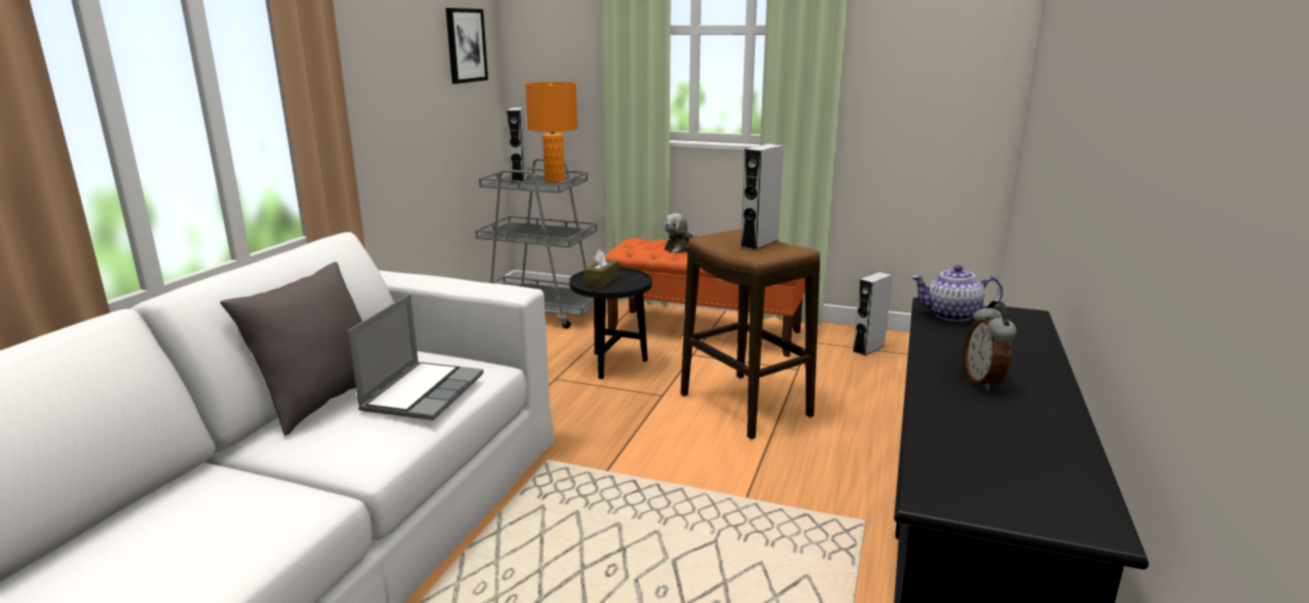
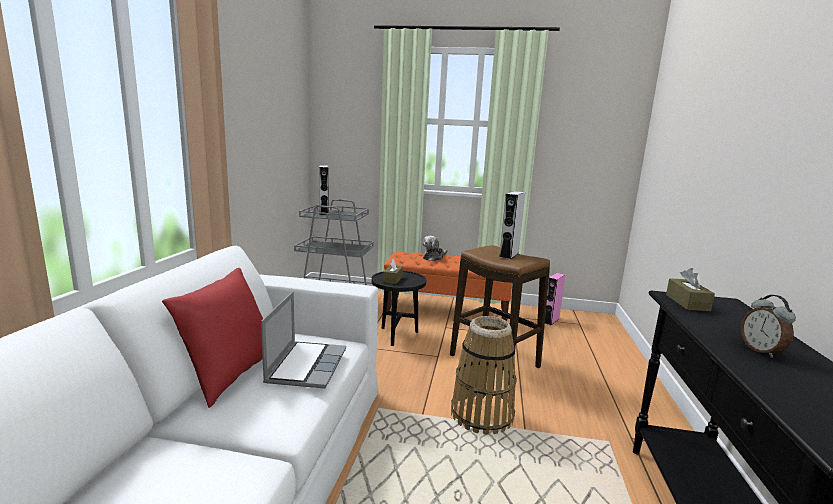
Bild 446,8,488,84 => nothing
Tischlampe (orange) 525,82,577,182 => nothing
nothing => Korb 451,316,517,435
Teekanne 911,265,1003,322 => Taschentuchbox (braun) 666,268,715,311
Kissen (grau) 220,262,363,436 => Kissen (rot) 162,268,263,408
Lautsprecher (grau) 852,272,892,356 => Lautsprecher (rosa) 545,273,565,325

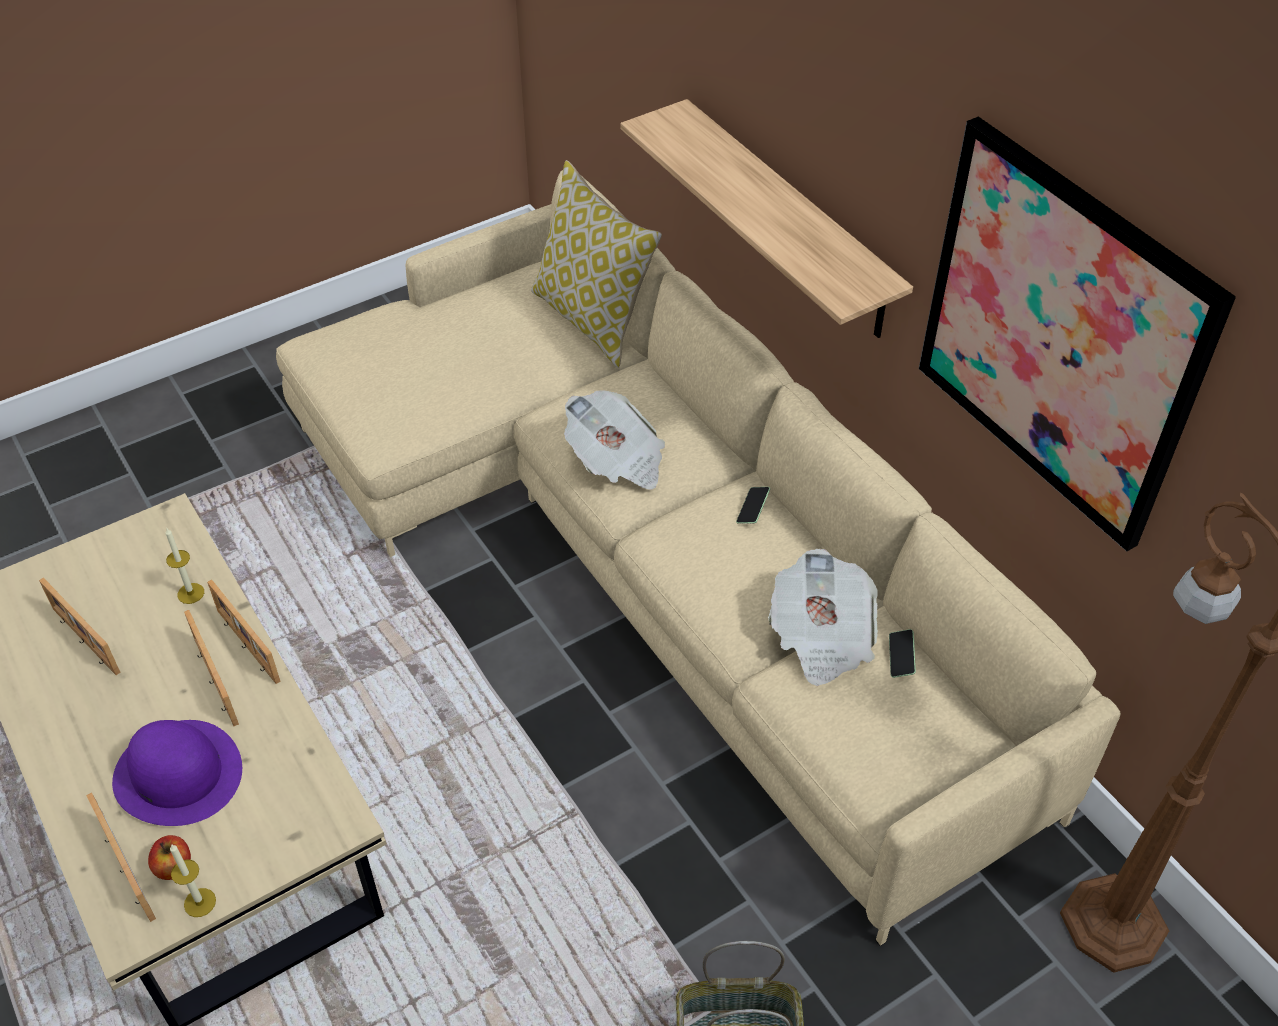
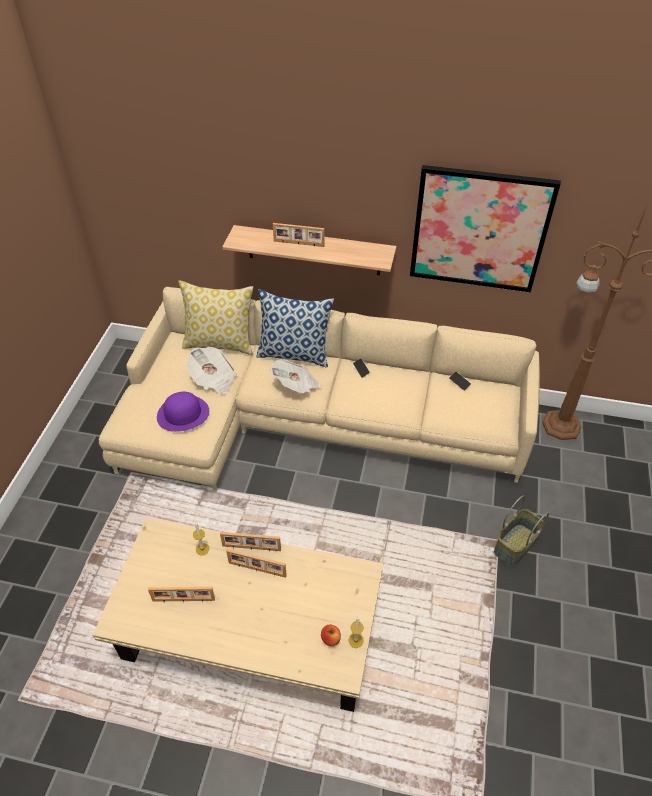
nothing => Kissen 256,289,334,368
Bilderrahmen 86,793,156,922 => Bilderrahmen 273,223,324,247, relocated
Hut (lila) 112,720,242,826 => Hut (lila) 157,392,209,432, relocated
Zeitung 768,549,878,686 => Zeitung 186,347,237,395, relocated

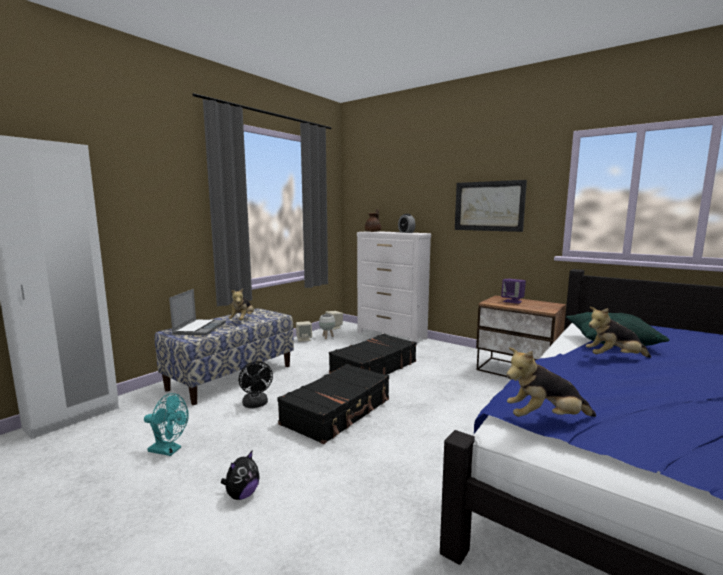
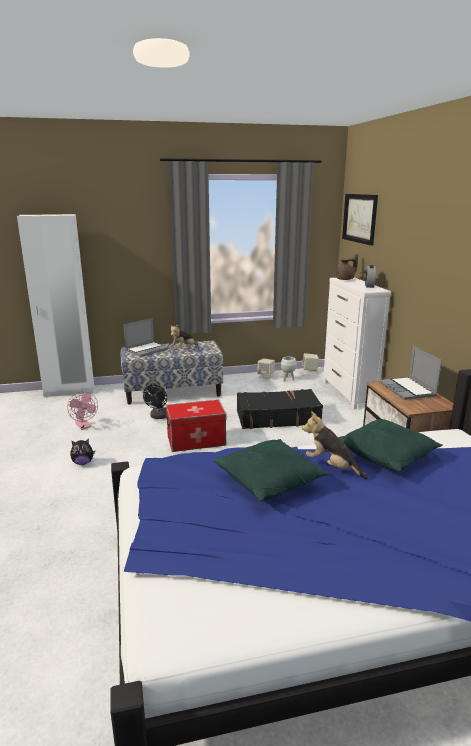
Plüschtier 506,347,596,417 => nothing
nothing => Kissen (grün) 214,439,329,501
Bild 455,180,527,232 => Bild 342,194,378,246, relocated
Koffer (schwarz) 277,364,389,444 => Aufbewahrungsbox 166,400,226,452
Lautsprecher (lila) 501,279,526,304 => Laptop 380,346,442,400
Ventilator (türkis) 144,393,189,456 => Ventilator (rosa) 67,391,98,430

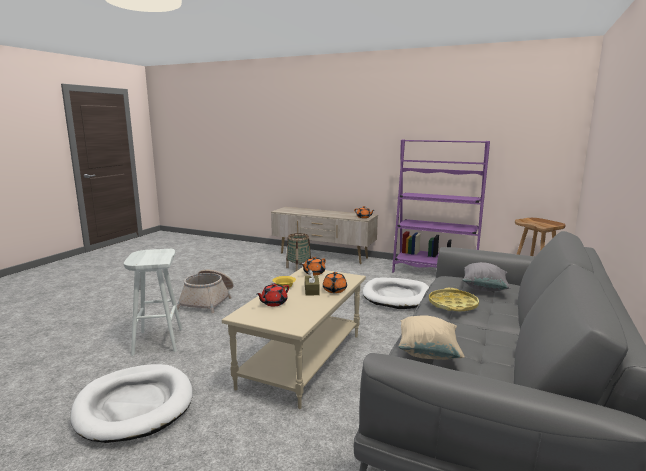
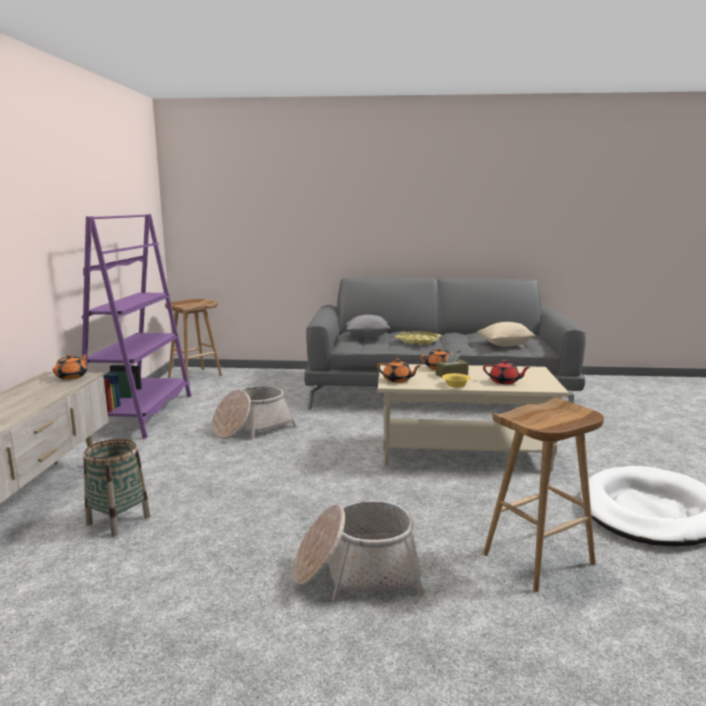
Hundebett (weiß) 363,278,429,309 => Korb 212,386,297,439
Hocker (weiß) 124,249,182,356 => Hocker (braun) 483,398,604,592

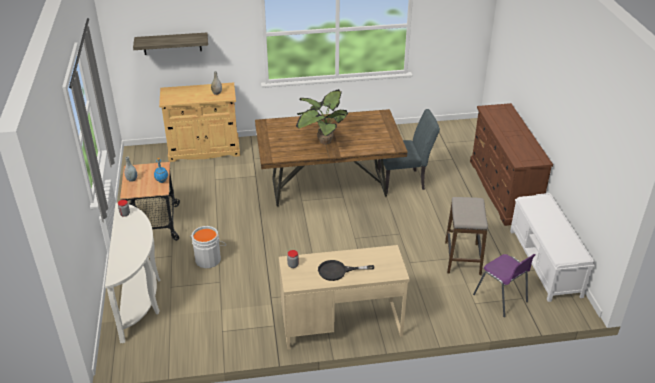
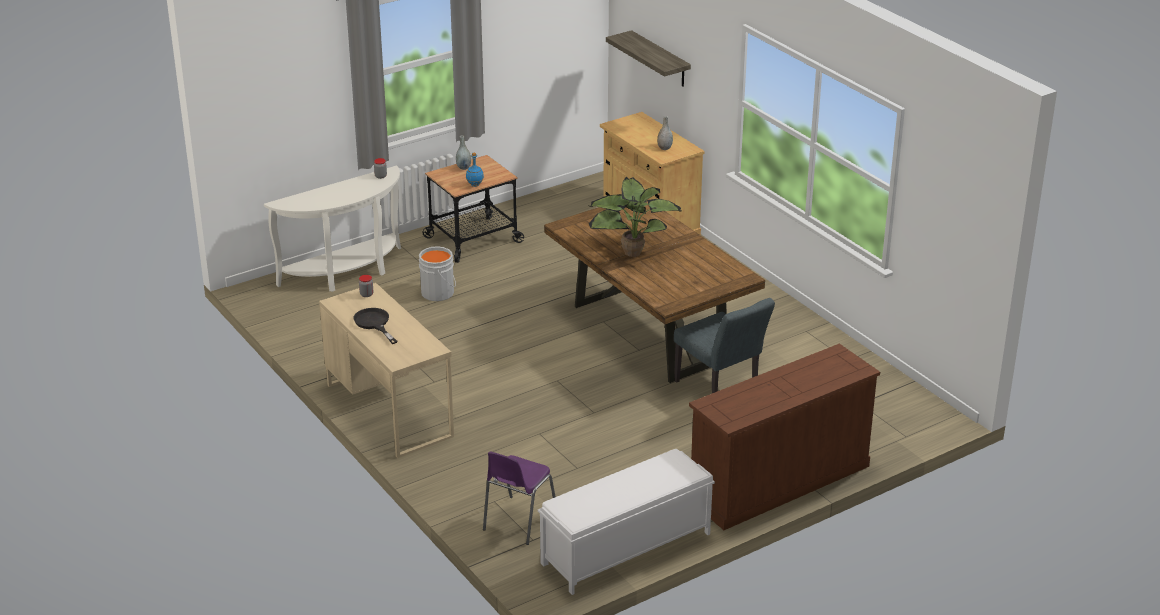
Hocker 445,197,488,275 => nothing

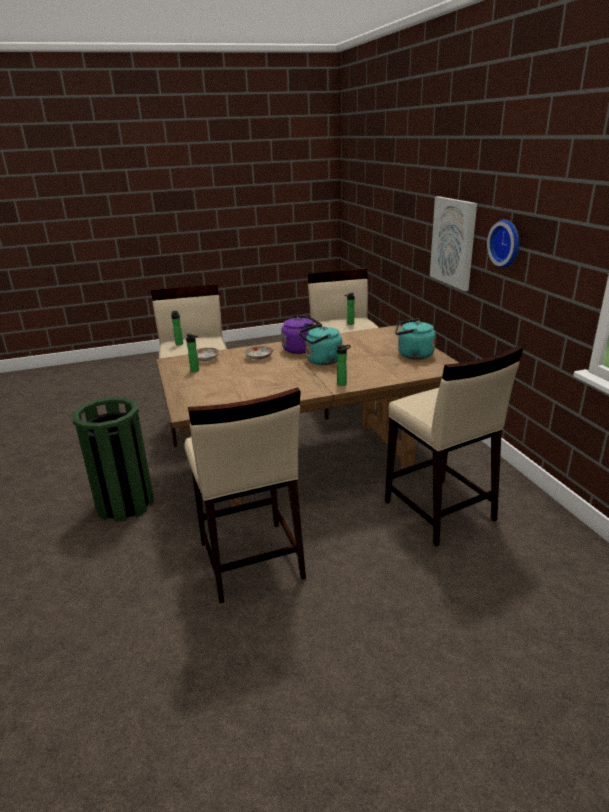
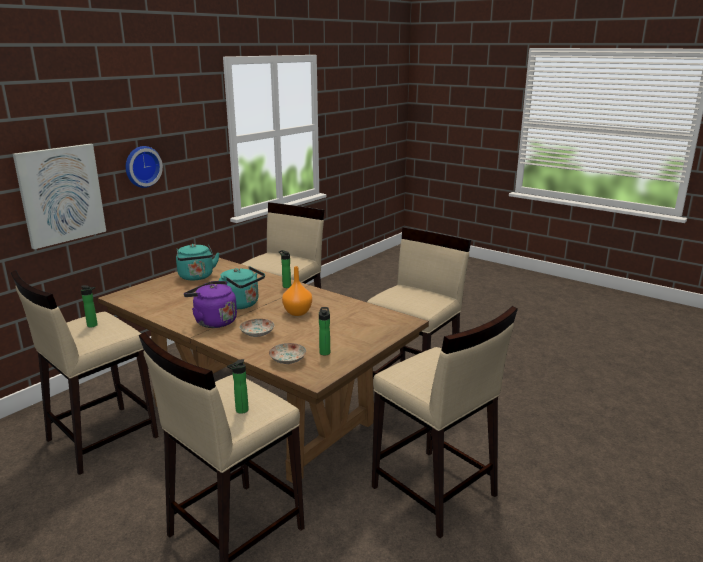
nothing => Vase (orange) 282,266,312,316
Mülleimer (grün) 72,397,154,522 => Hocker (beige) 372,306,518,538

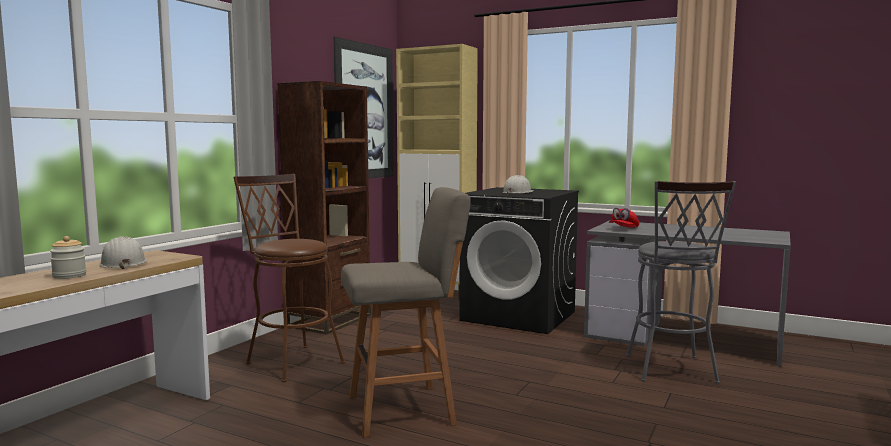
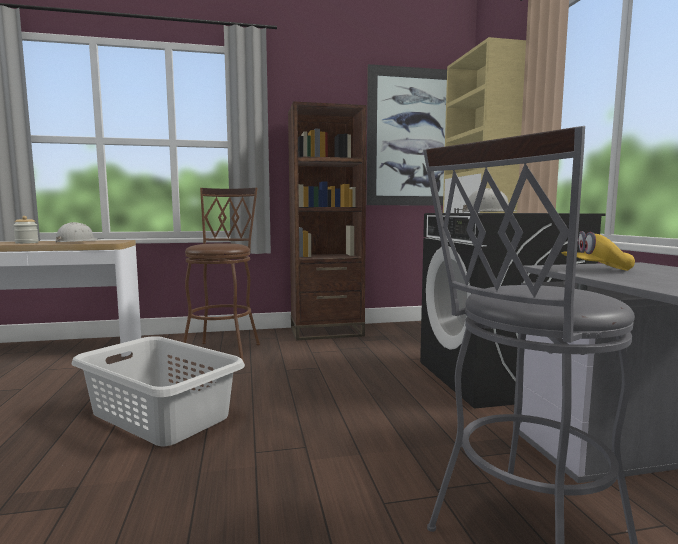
Hocker (grau) 341,187,471,437 => Wäschekorb (grau) 72,336,245,446
Kappe (rot) 609,207,639,228 => Kappe (gelb) 562,231,635,271

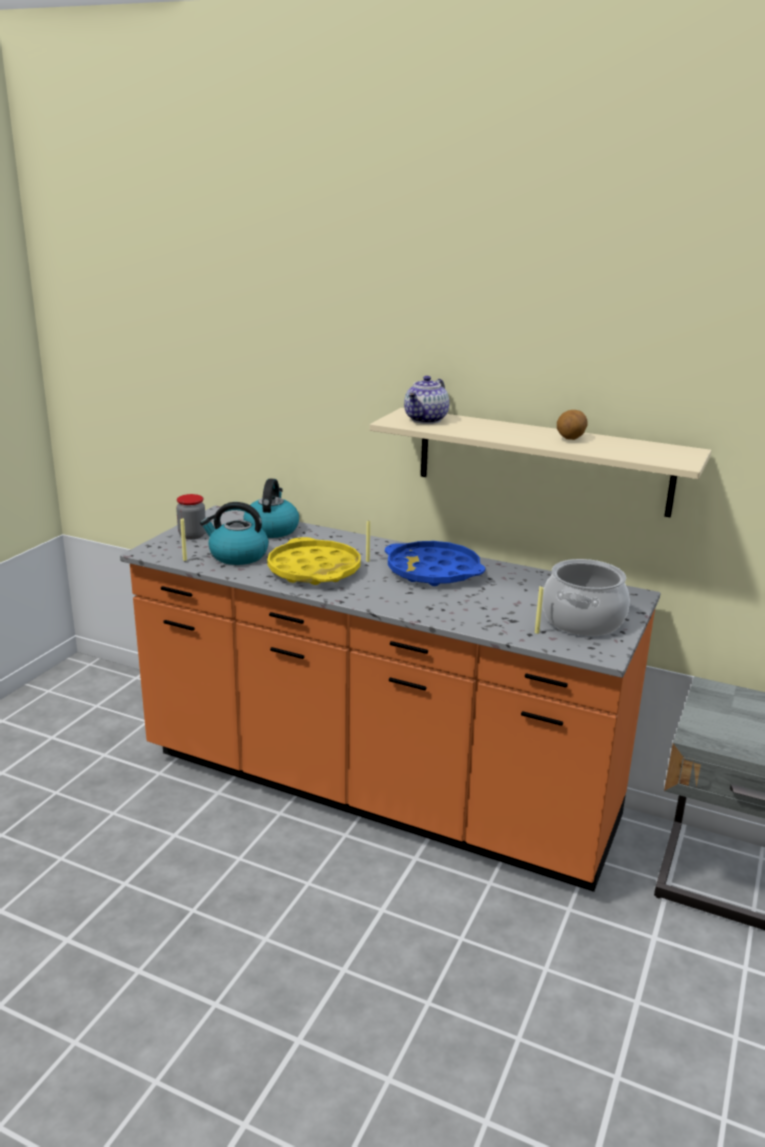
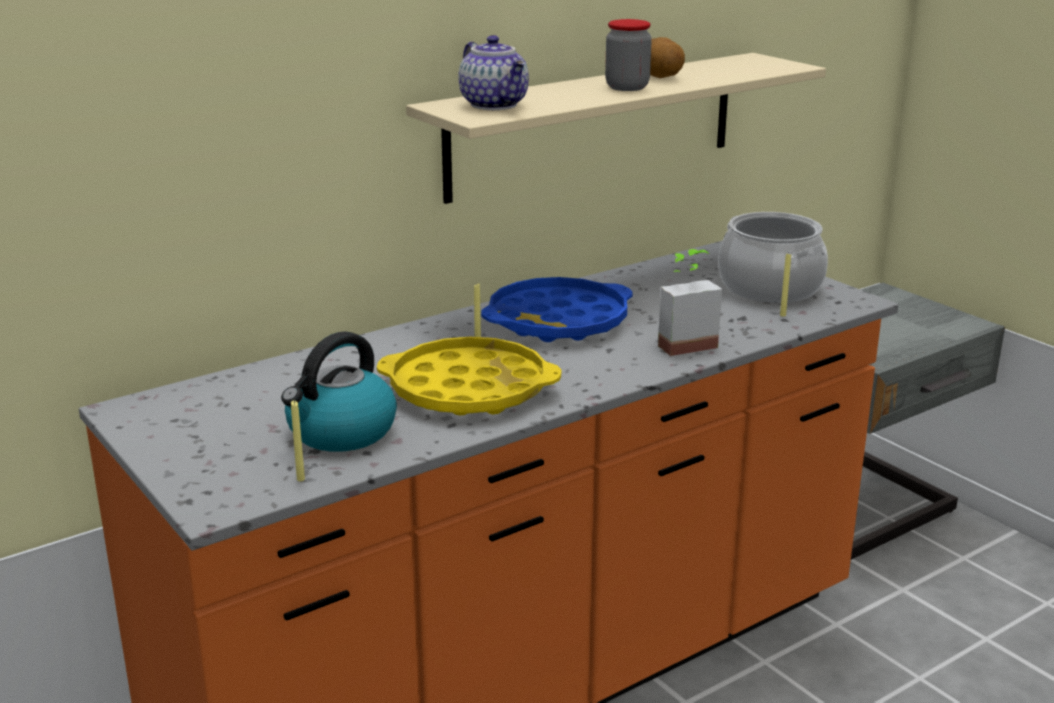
Wasserkessel 243,478,299,538 => nothing
nothing => Topfpflanze 658,249,722,356
Vorratsglas 176,494,206,539 => Vorratsglas 605,19,652,91, relocated

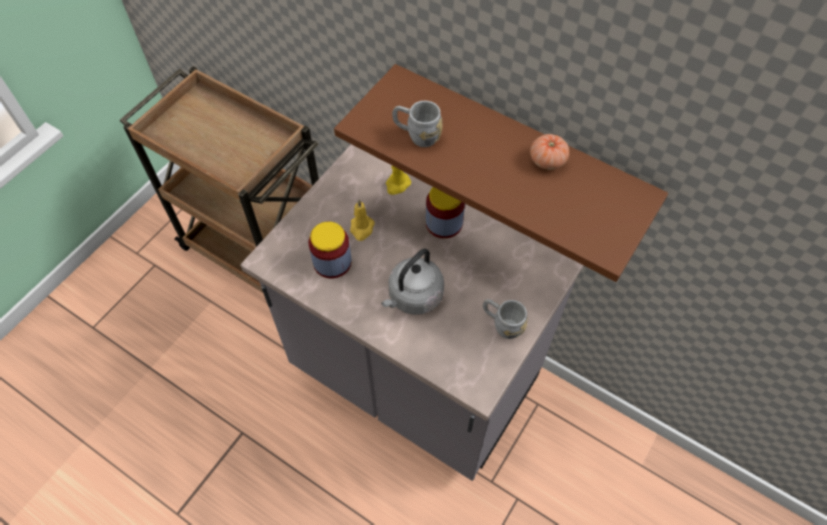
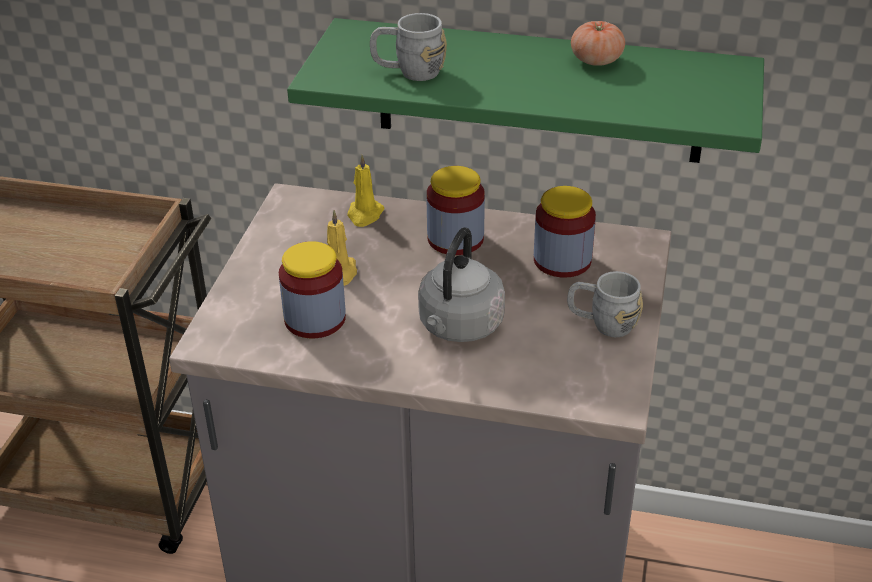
nothing => Vorratsglas 534,186,596,278
Wandregal (braun) 334,64,668,282 => Wandregal (grün) 287,18,764,163

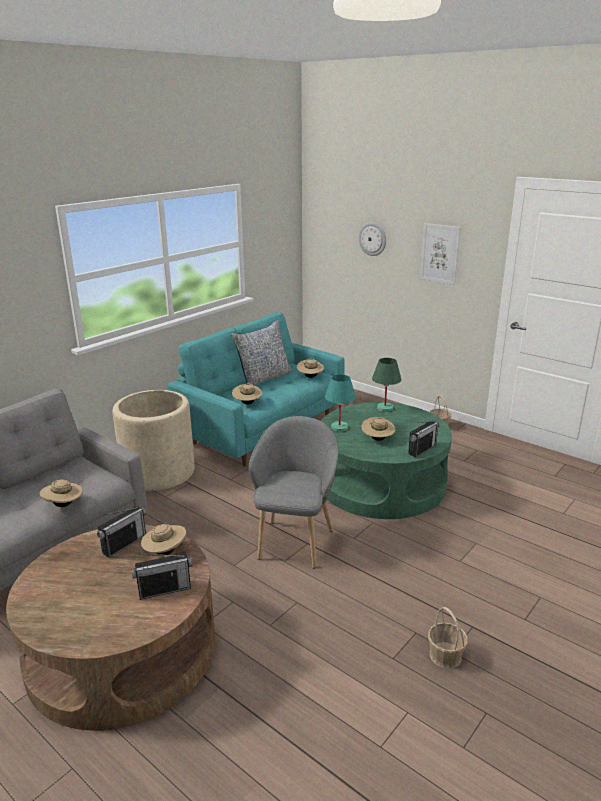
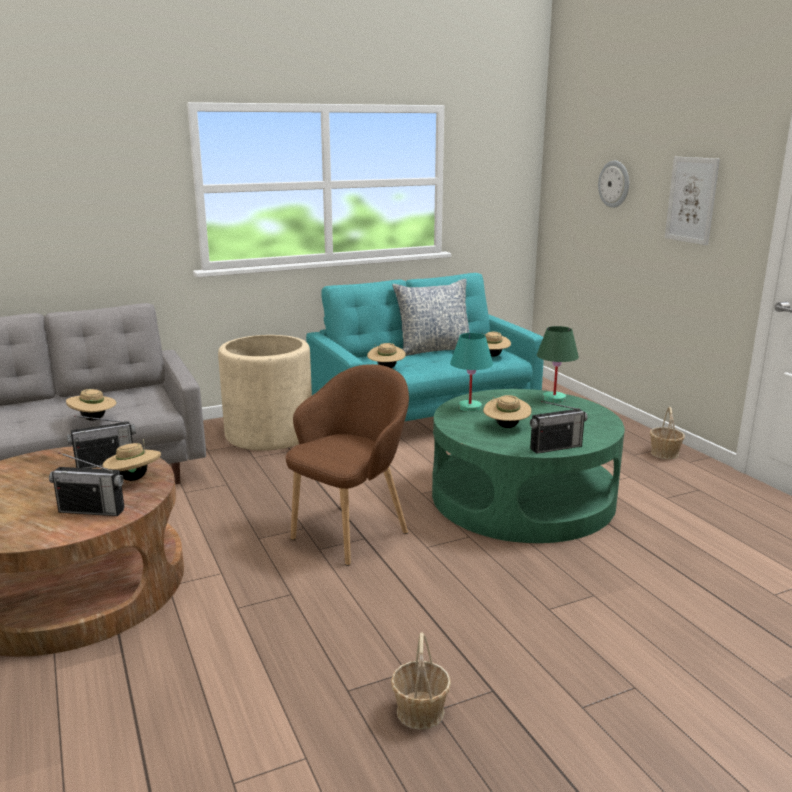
Sessel (grau) 249,416,338,568 => Sessel (braun) 286,364,409,566

